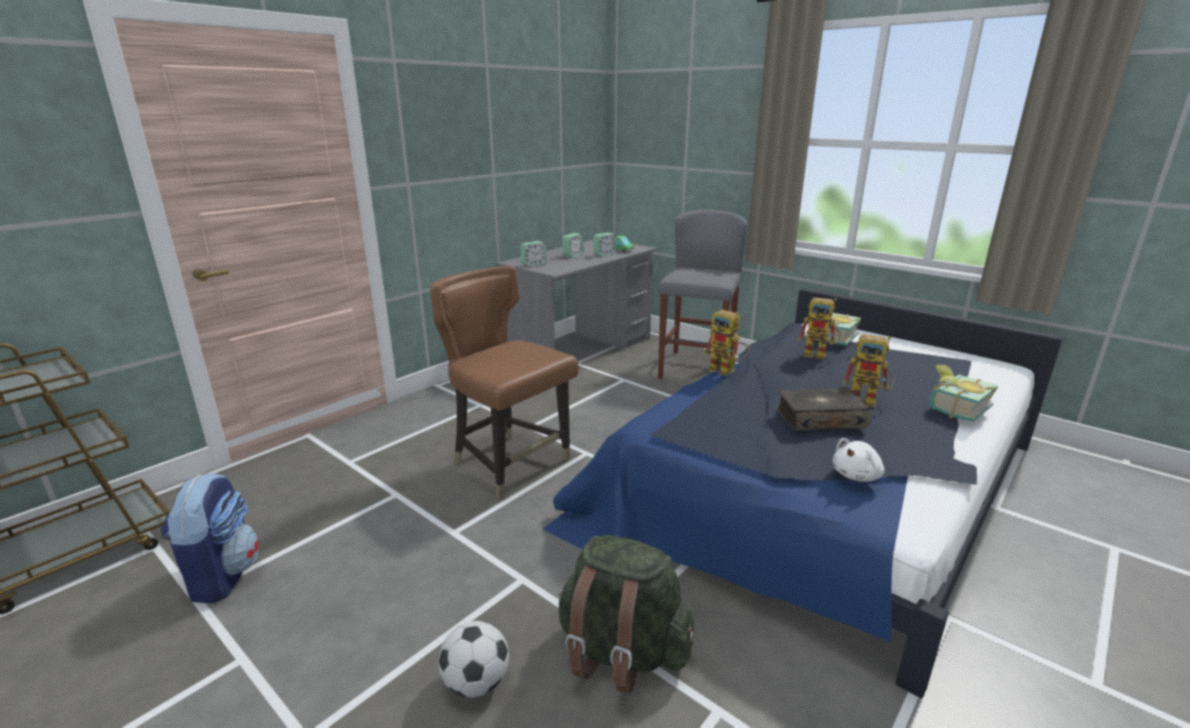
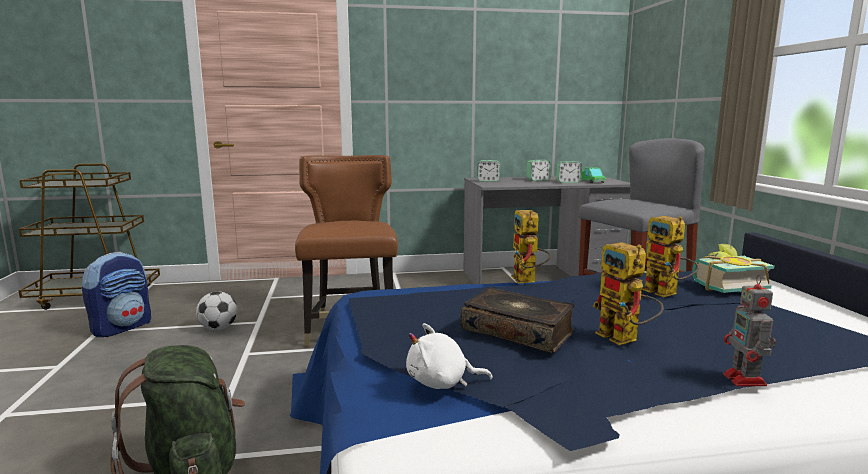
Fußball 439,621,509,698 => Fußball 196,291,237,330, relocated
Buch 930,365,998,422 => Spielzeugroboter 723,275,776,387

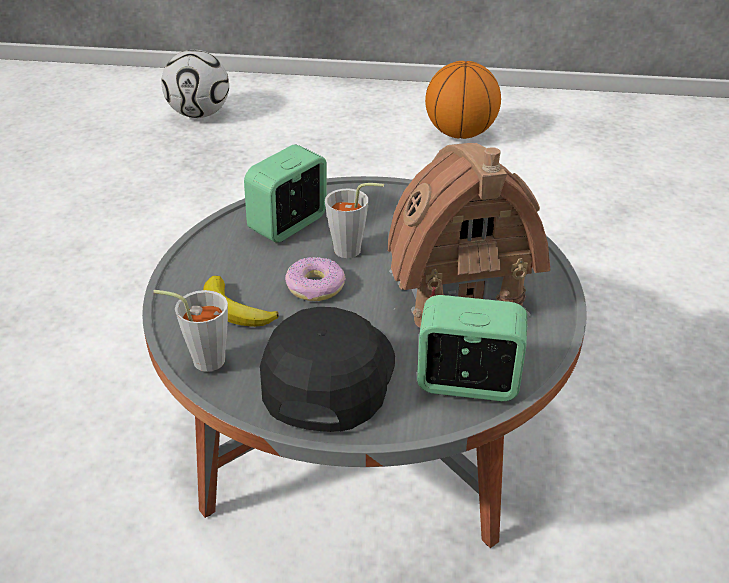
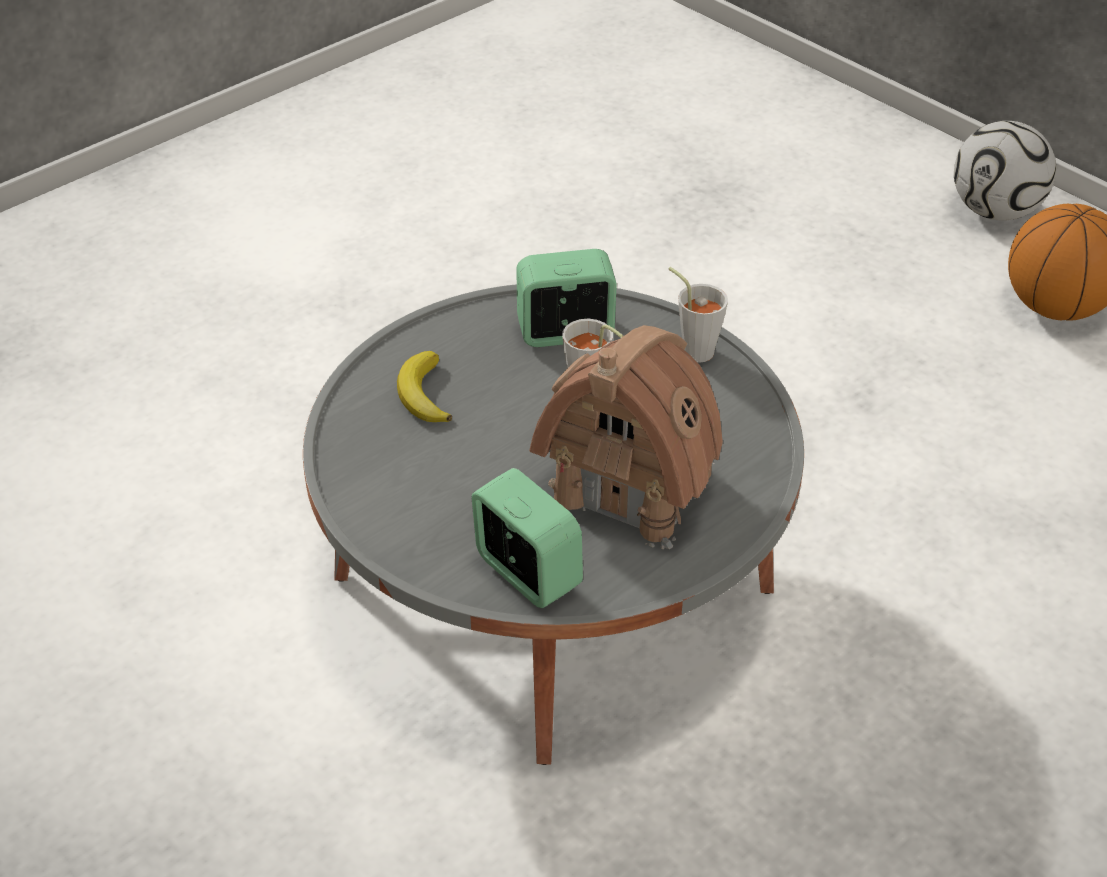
Kappe (schwarz) 260,307,395,432 => nothing
Donut 285,257,346,301 => nothing
Tasse (grau) 153,290,228,372 => Tasse (grau) 669,267,728,363, relocated
Fußball 161,50,229,118 => Fußball 954,121,1056,221, relocated

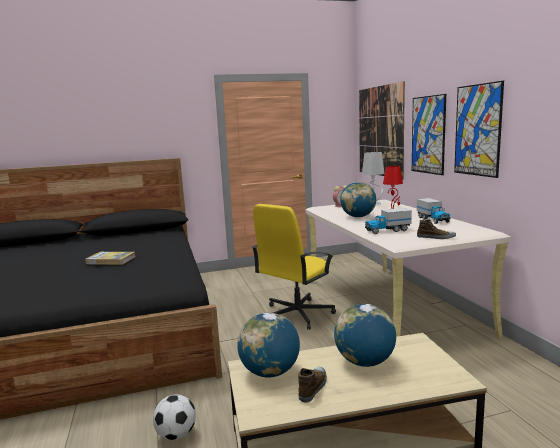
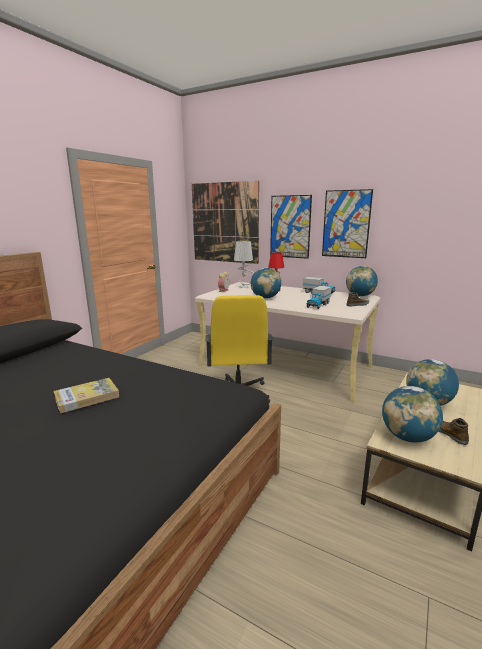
Fußball 153,395,196,440 => nothing
nothing => Globus 346,266,378,296

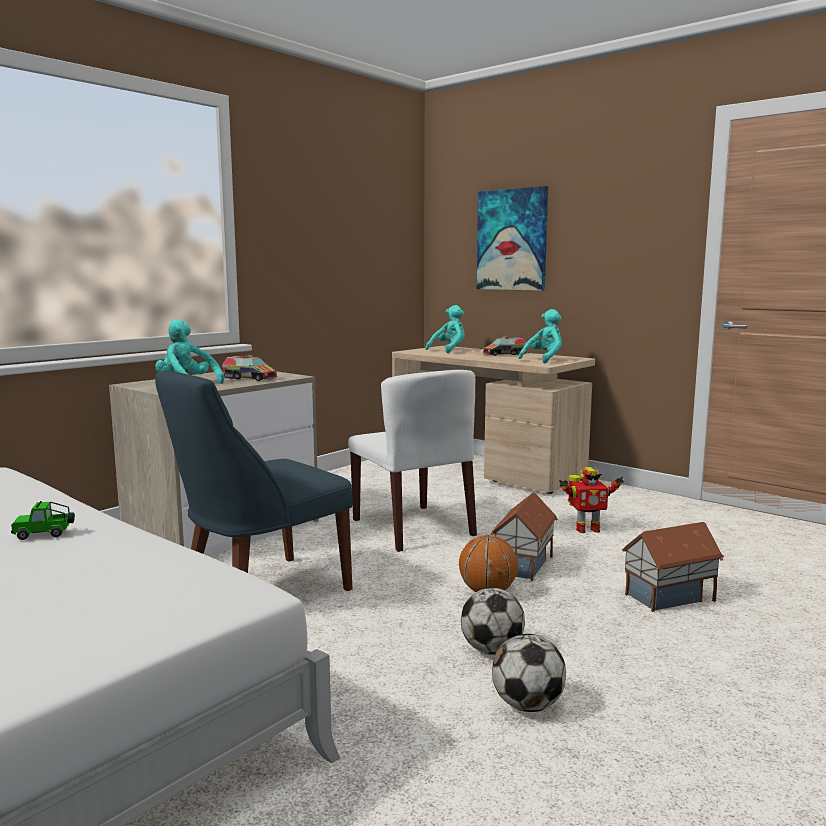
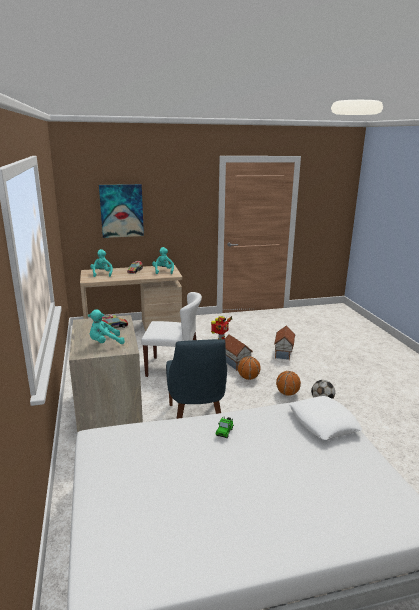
nothing => Kissen (weiß) 289,396,362,440
Fußball 461,588,525,654 => Basketball 276,371,301,396

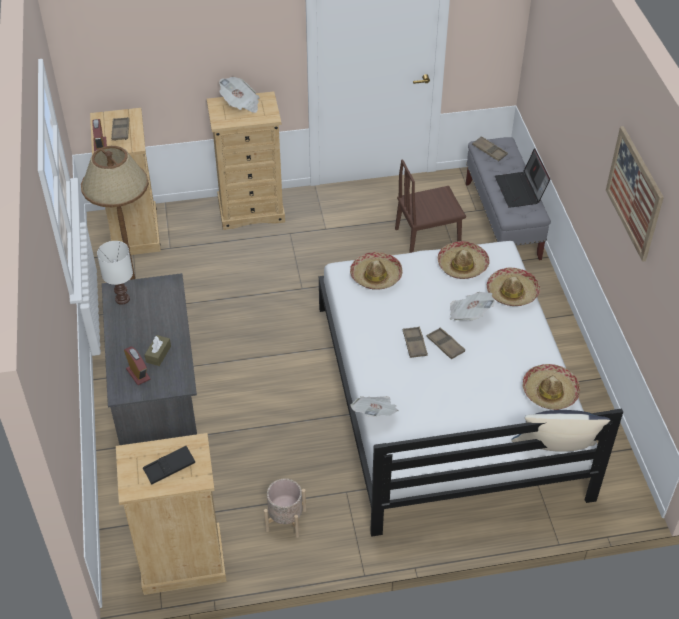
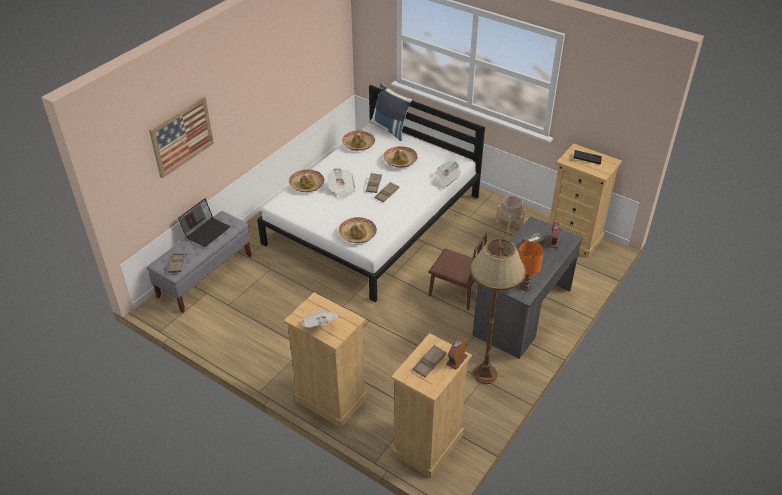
Stuhl (braun) 395,159,466,253 => Stuhl (braun) 428,233,487,310, relocated
Hut 438,241,490,279 => Hut 383,146,418,168, relocated
Bild 606,126,664,262 => Bild 149,96,214,178, relocated
Tischlampe (weiß) 97,241,133,305 => Tischlampe (orange) 519,241,544,291

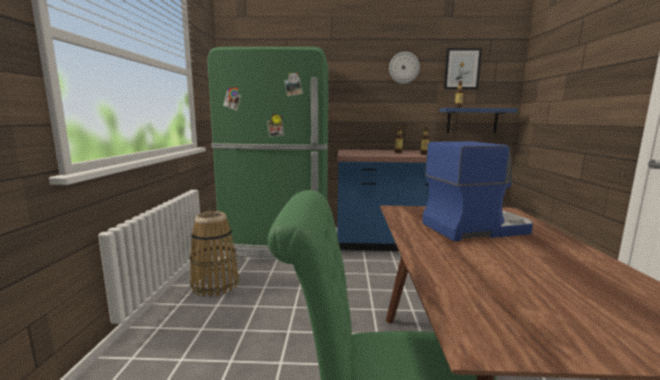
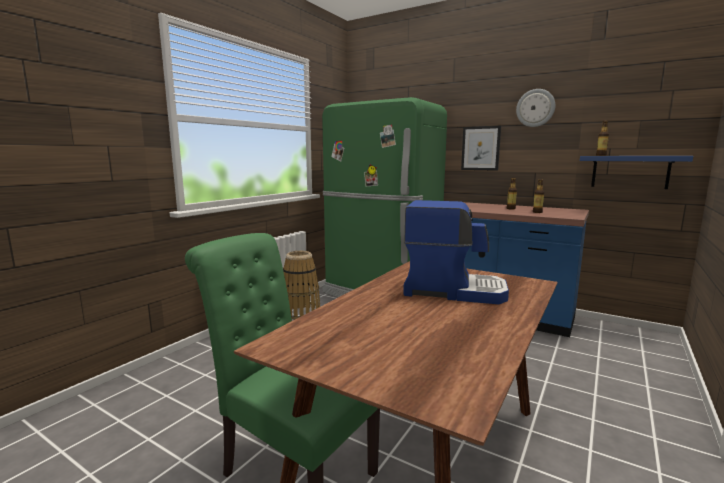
Bild 444,48,482,89 => Bild 461,126,501,171, relocated

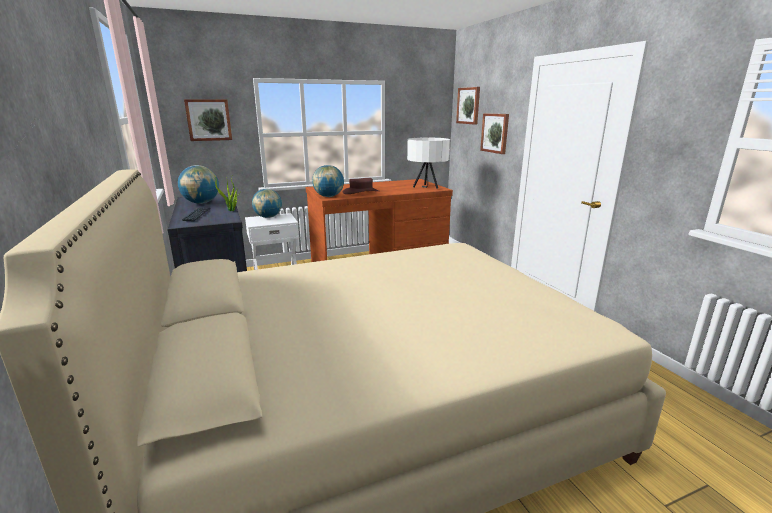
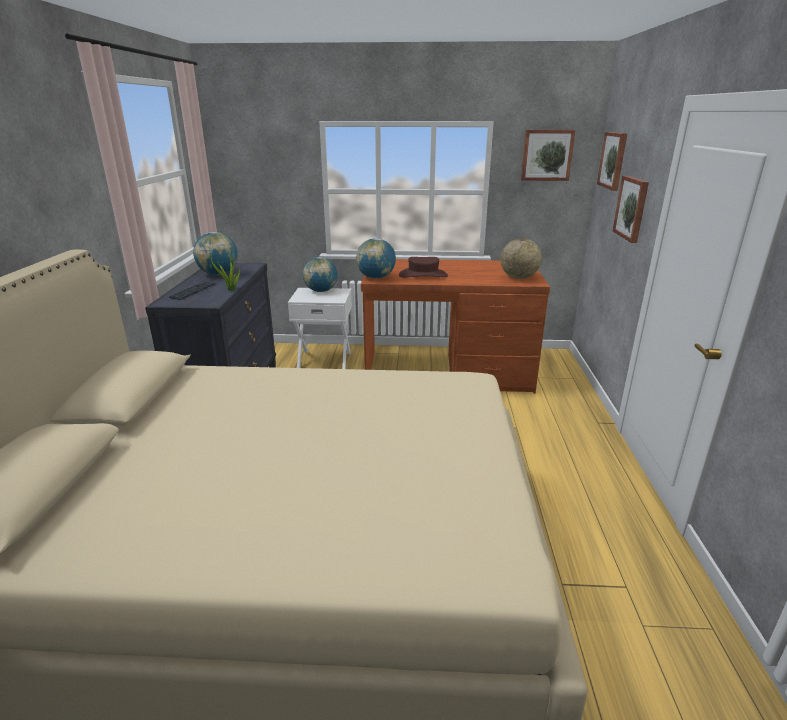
Bild 184,99,232,141 => Bild 521,130,576,181, relocated
Tischlampe (weiß) 407,138,450,189 => Globus 501,238,542,279

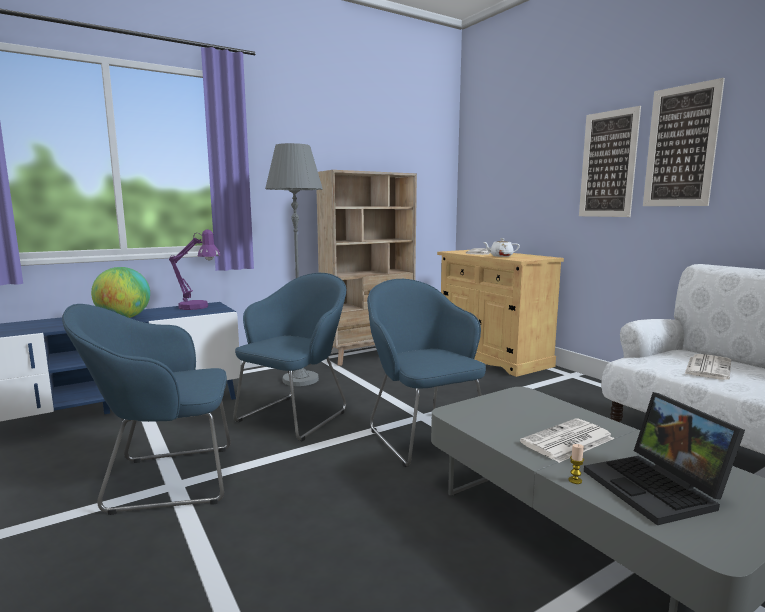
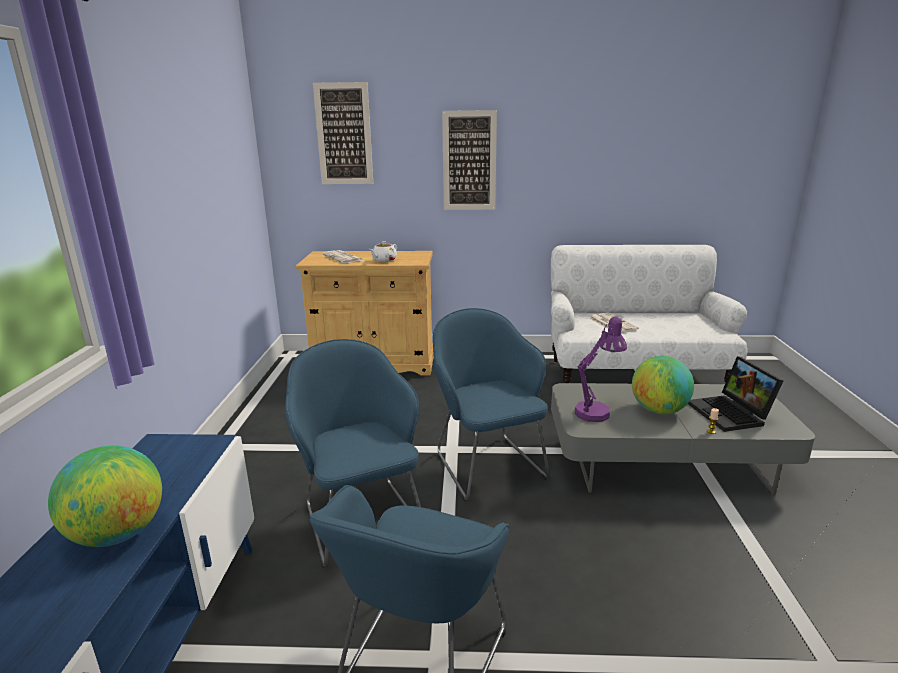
Stehlampe (grau) 265,143,323,386 => nothing
Bücherregal (beige) 317,170,417,366 => nothing
Tischlampe (lila) 169,230,221,310 => Tischlampe (lila) 575,317,627,422, relocated
Bild 643,78,725,206 => Bild 313,82,373,184, relocated
Zeitung 520,418,614,463 => Globus 632,356,694,414
Sessel (blau) 367,279,486,467 => Sessel (blau) 433,308,550,501, 60 degrees clockwise
Laptop 584,392,745,525 => Laptop 688,356,783,432, 60 degrees clockwise

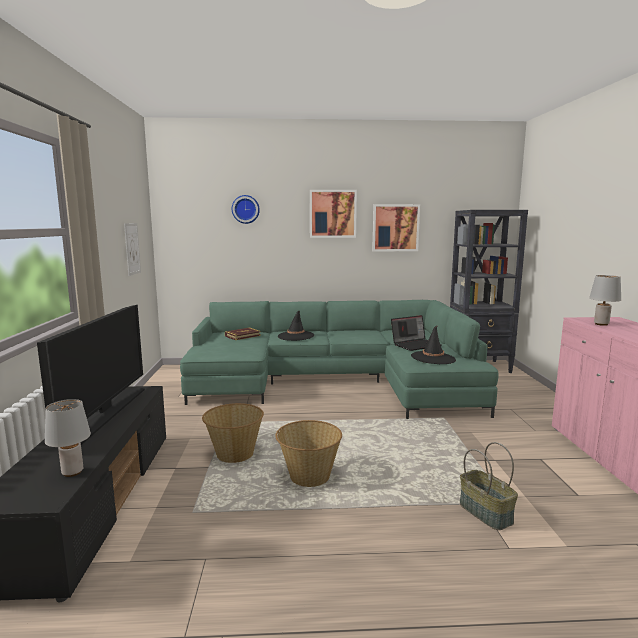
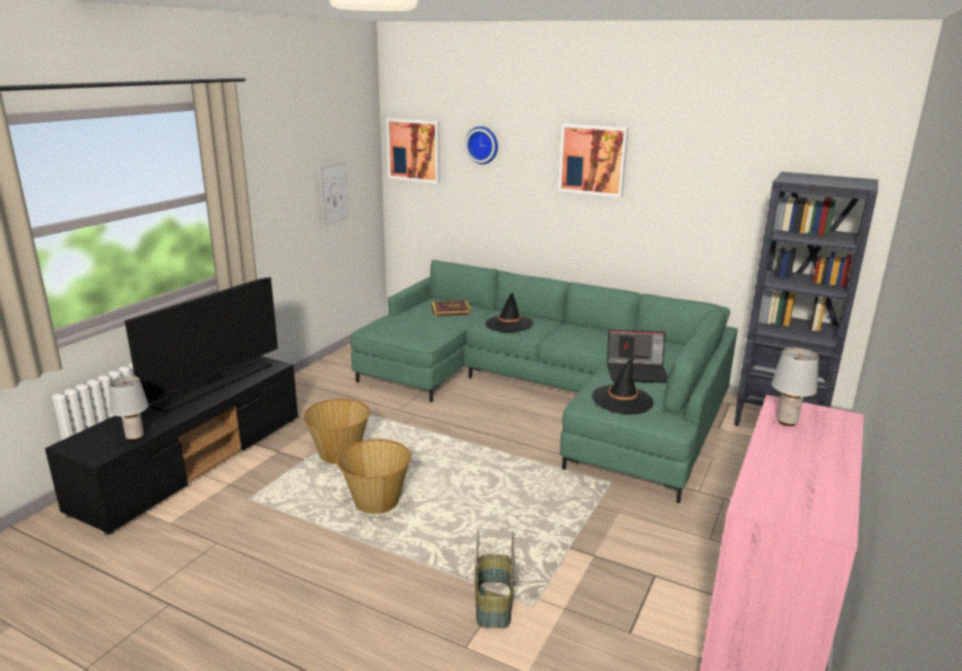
Bild 372,204,420,251 => Bild 386,118,440,184, relocated

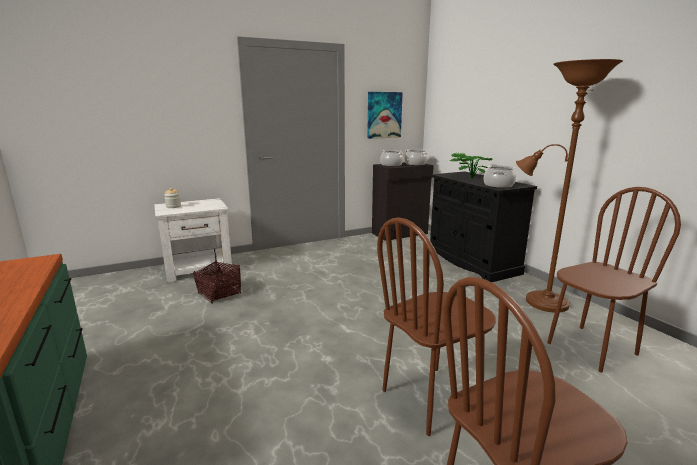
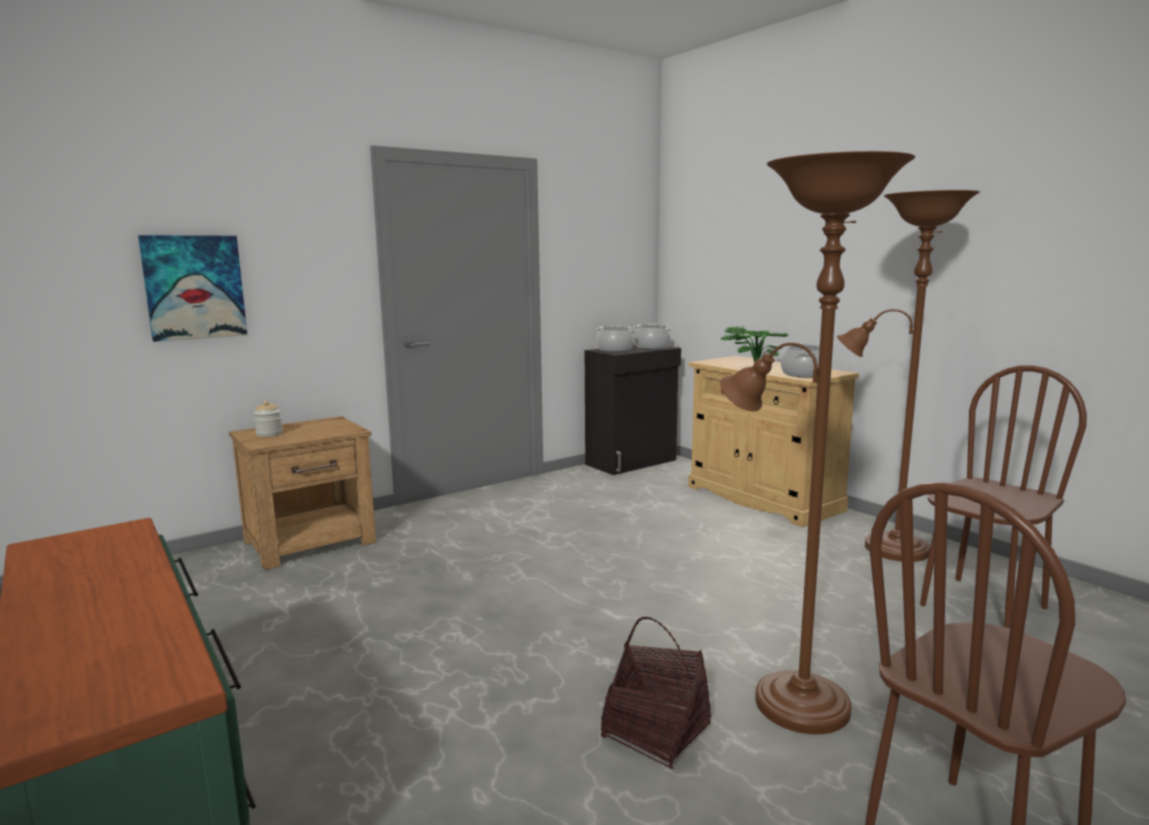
Korb 193,249,241,304 => Korb 601,617,711,769, relocated
Bild 367,92,403,139 => Bild 138,235,247,342, relocated
Stuhl (braun) 377,217,496,436 => Stehlampe (braun) 720,151,915,734
Nachttisch (weiß) 154,198,232,283 => Nachttisch (braun) 229,416,376,570
Schrank (schwarz) 430,171,537,282 => Schrank (beige) 688,356,859,527

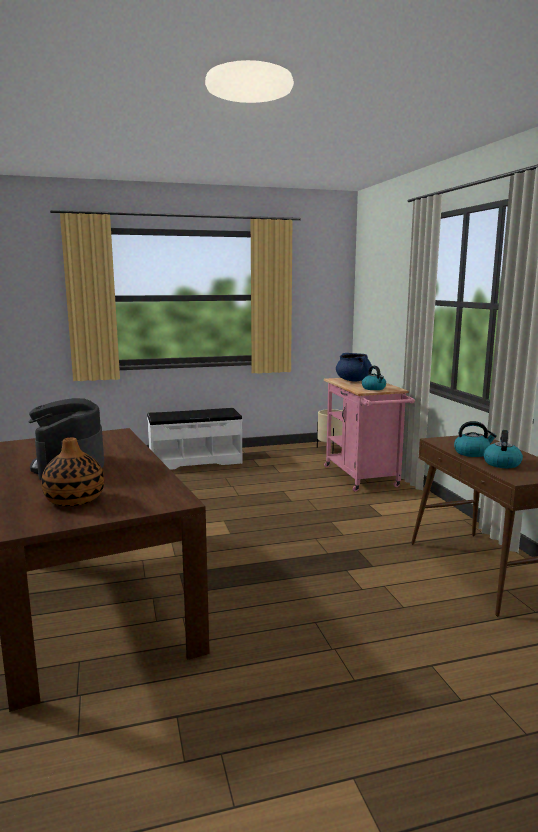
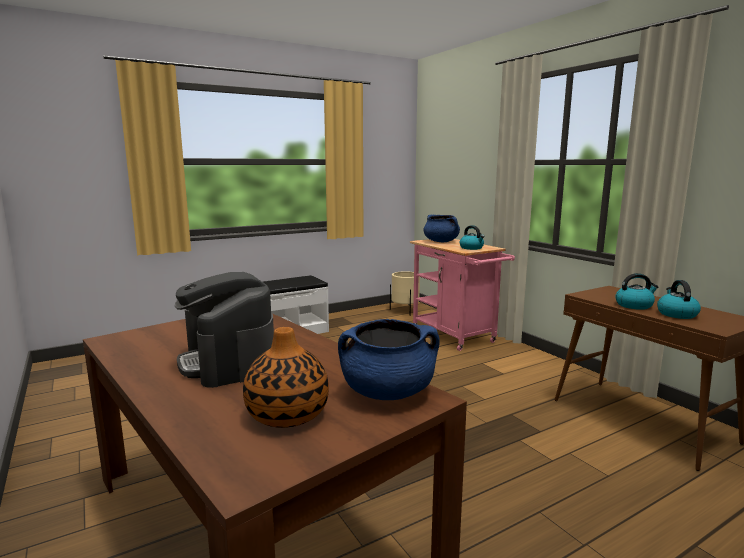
nothing => Kochtopf (blau) 338,319,440,400

